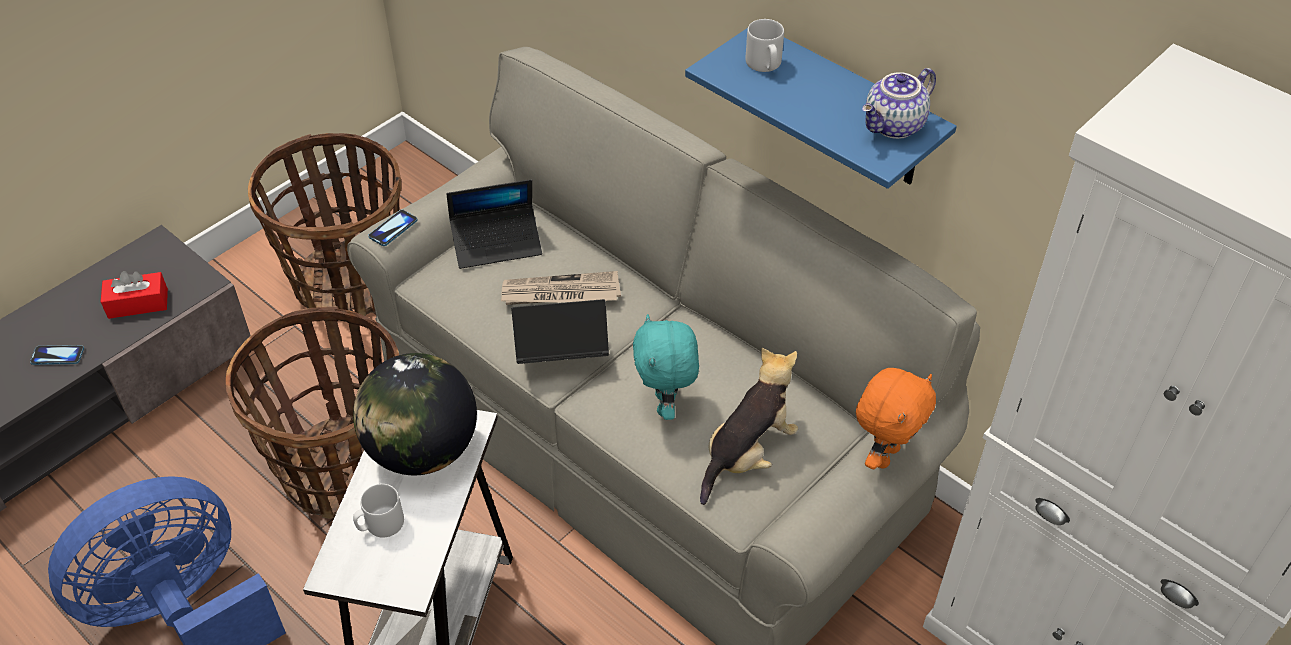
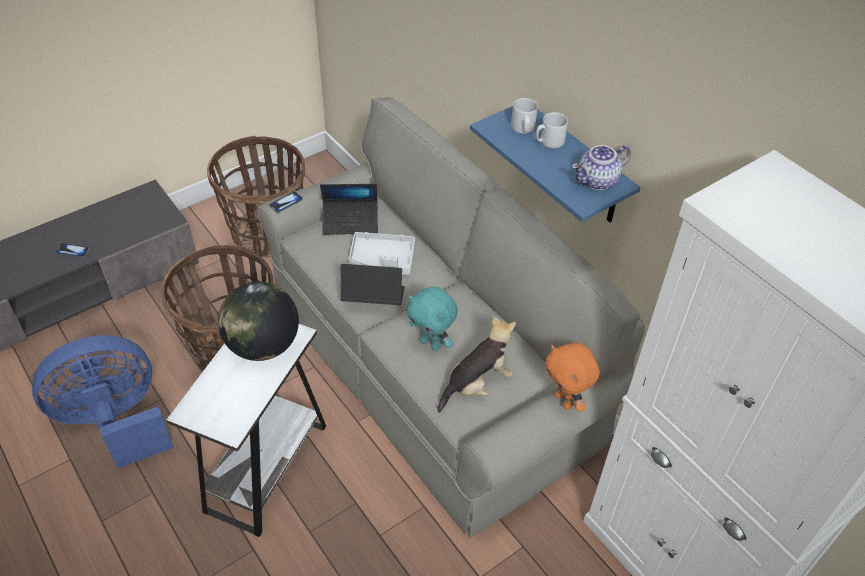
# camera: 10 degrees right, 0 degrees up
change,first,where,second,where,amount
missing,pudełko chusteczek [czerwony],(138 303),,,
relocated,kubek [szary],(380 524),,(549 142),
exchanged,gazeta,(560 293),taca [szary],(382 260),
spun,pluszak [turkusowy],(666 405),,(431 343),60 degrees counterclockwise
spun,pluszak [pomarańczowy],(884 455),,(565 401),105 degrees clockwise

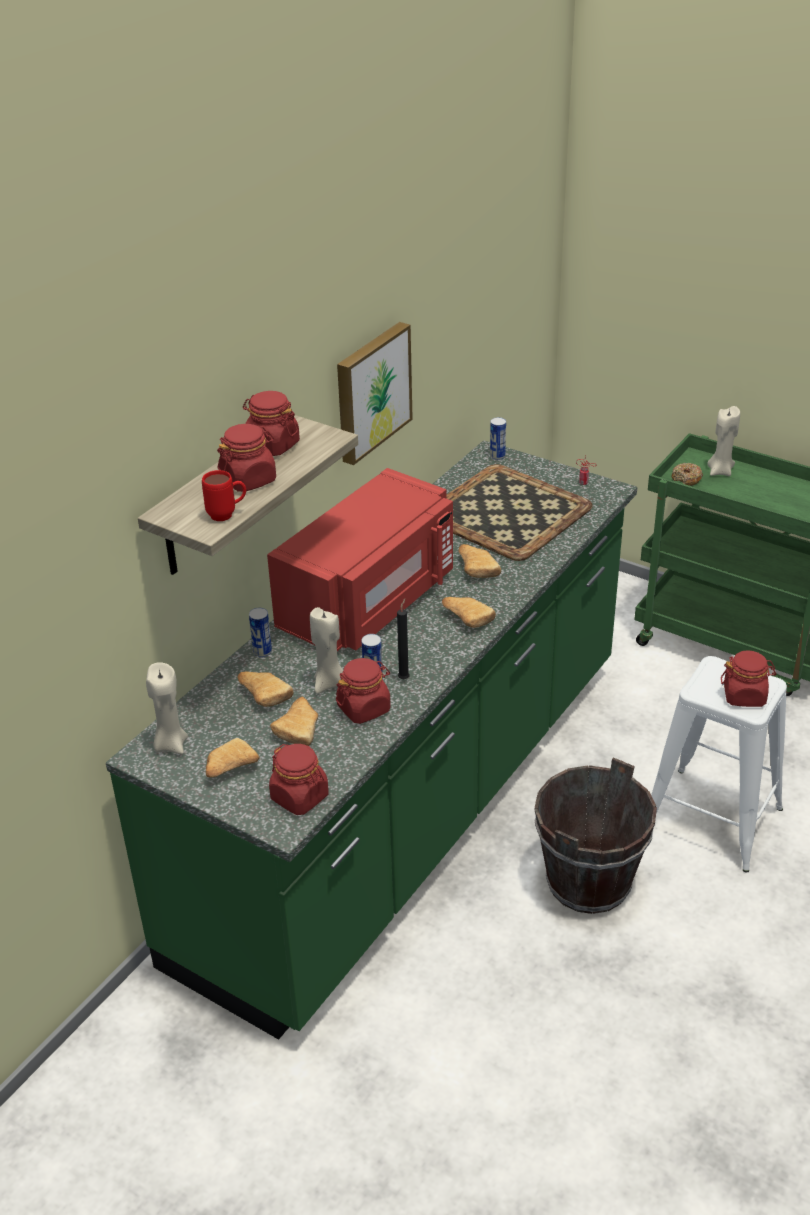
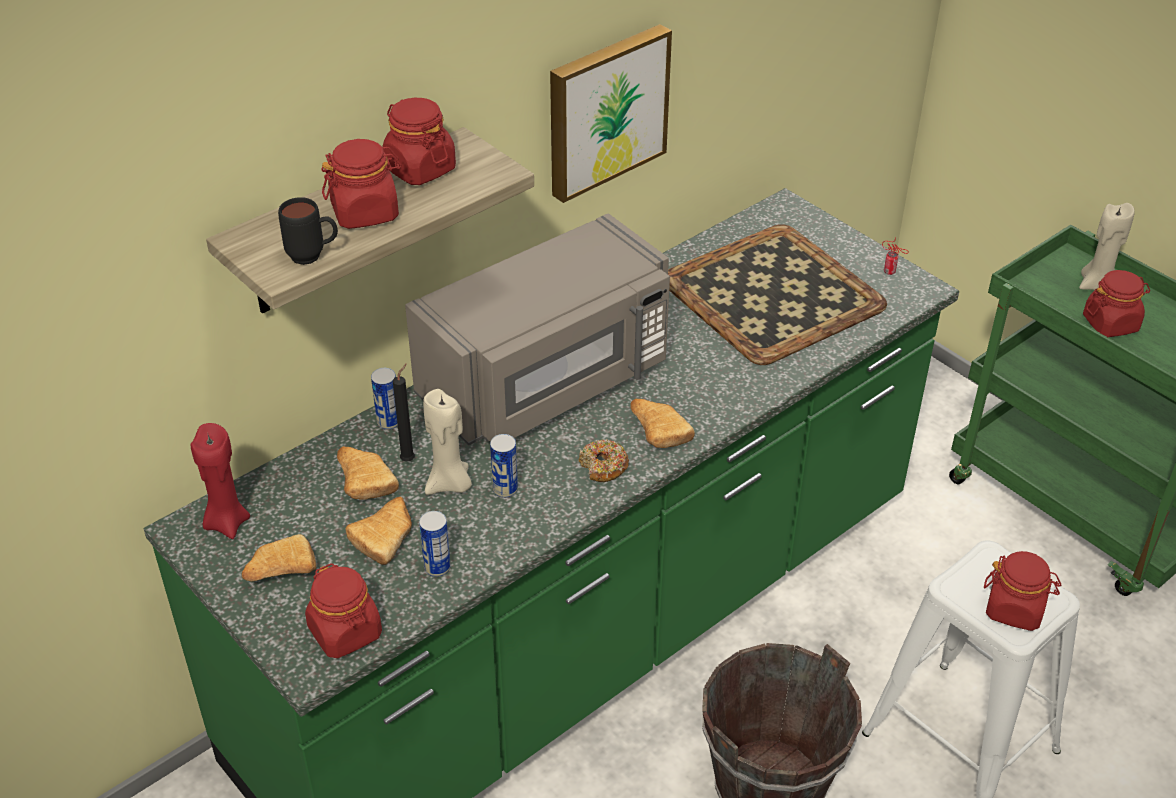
# camera: 15 degrees right, 5 degrees up
change,first,where,second,where,amount
missing,chleb,(476 568),,,
relocated,słoik [czerwony],(364 708),,(1110 323),
relocated,świeca [czarny],(404 678),,(409 459),
relocated,puszka,(497 456),,(437 567),
relocated,donut,(686 479),,(603 467),
colour,świeca [beżowy],(170 744),świeca [czerwony],(226 522),
colour,kubek [czerwony],(227 515),kubek [czarny],(313 257),
colour,mikrofalówka [czerwony],(370 601),mikrofalówka [szary],(548 381),

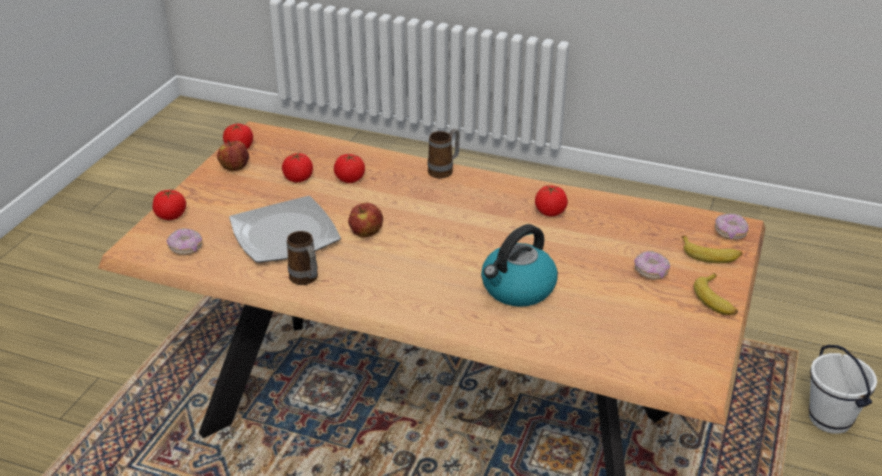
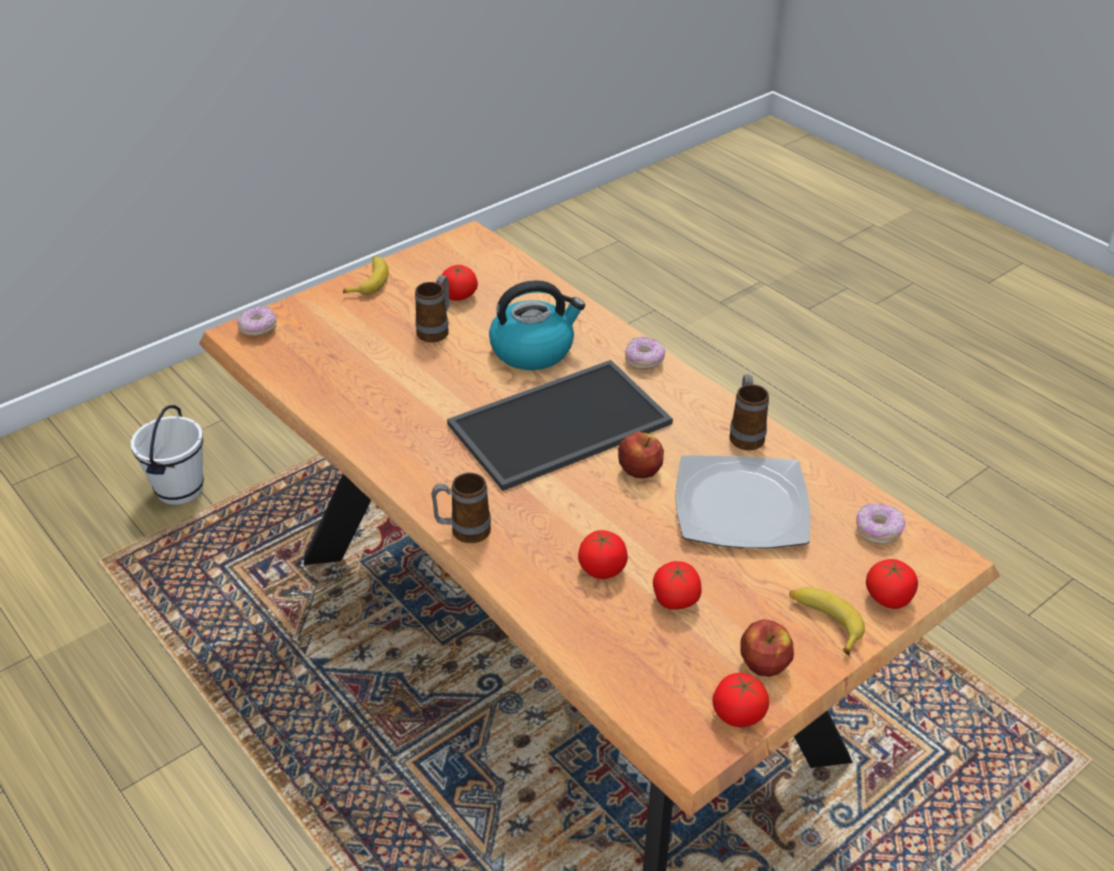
# camera: 150 degrees left, 5 degrees up
change,first,where,second,where,amount
appeared,,,kubek,(436 330),
appeared,,,taca,(559 426),
relocated,pomidor,(550 211),,(459 296),
relocated,donut,(651 272),,(644 361),
relocated,banan,(710 255),,(824 622),

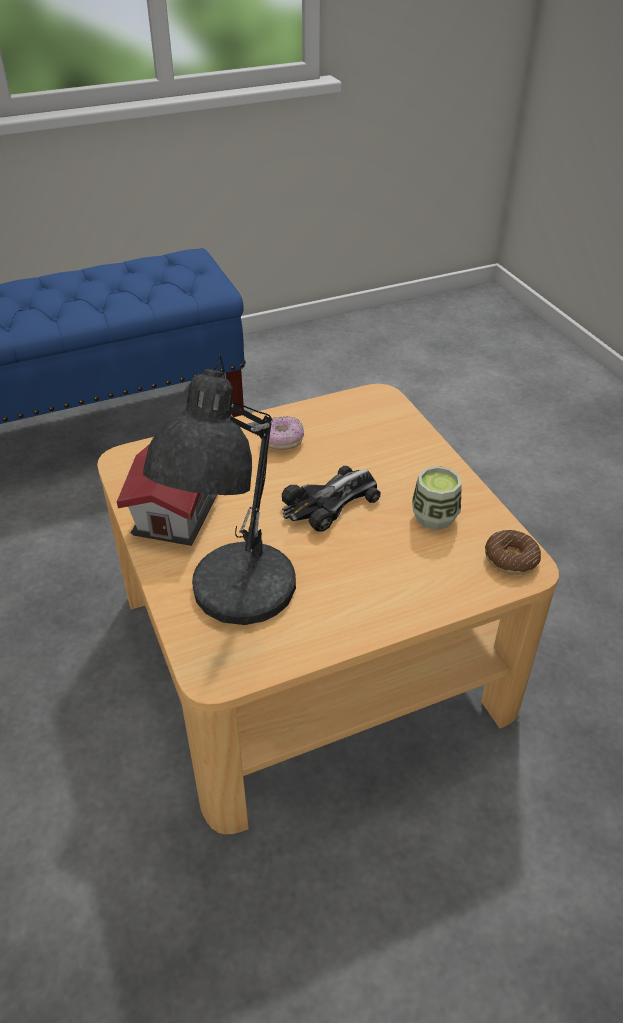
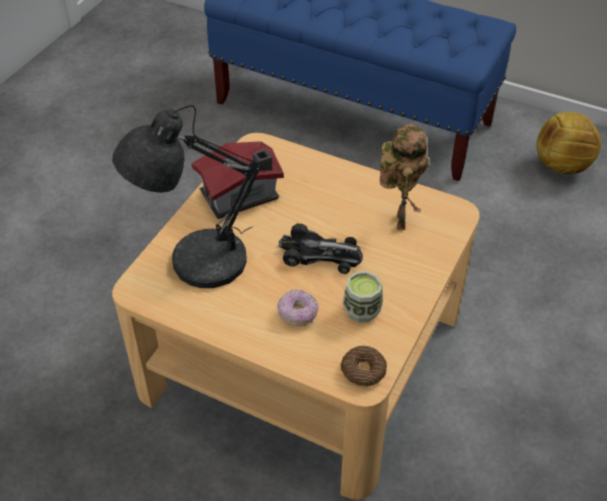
# camera: 50 degrees right, 5 degrees up
change,first,where,second,where,amount
appeared,,,robot zabawkowy,(398 219),
appeared,,,piłka futbolowa,(561 165),
relocated,donut,(282 441),,(298 314),

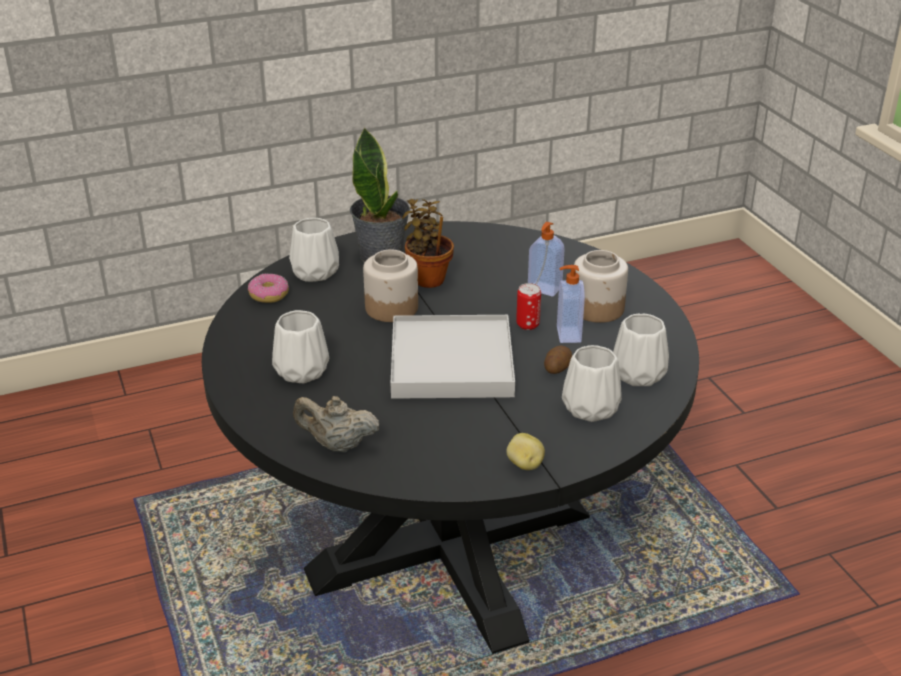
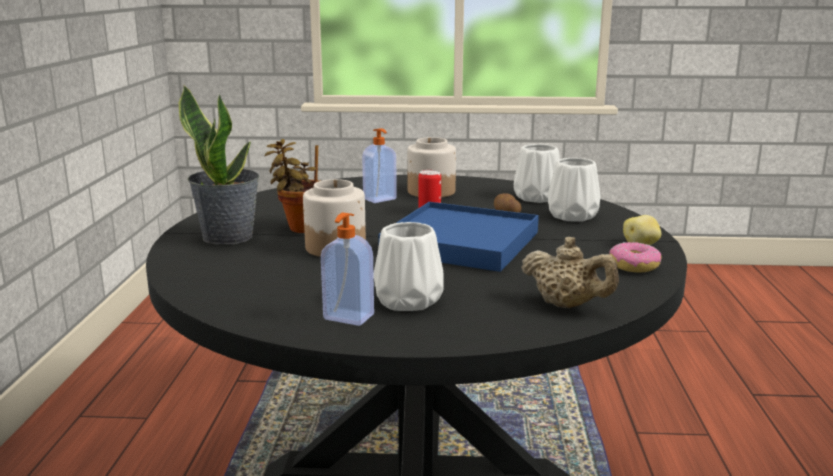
# camera: 65 degrees left, 15 degrees down
change,first,where,second,where,amount
missing,wazon [biały],(315 273),,,
relocated,donut,(268 295),,(633 266),
relocated,dozownik mydła,(567 334),,(348 317),
colour,taca [biały],(451 362),taca [niebieski],(460 242),
spun,imbryk [beżowy],(337 445),,(567 305),90 degrees counterclockwise

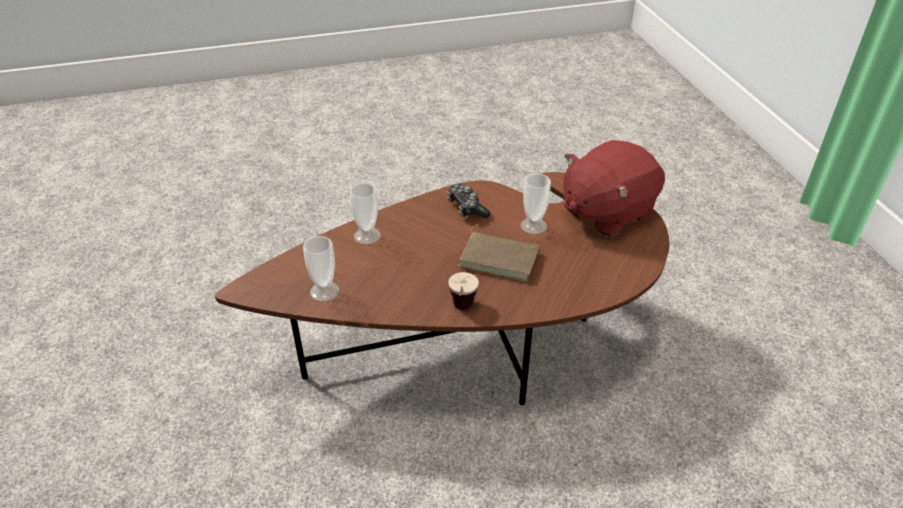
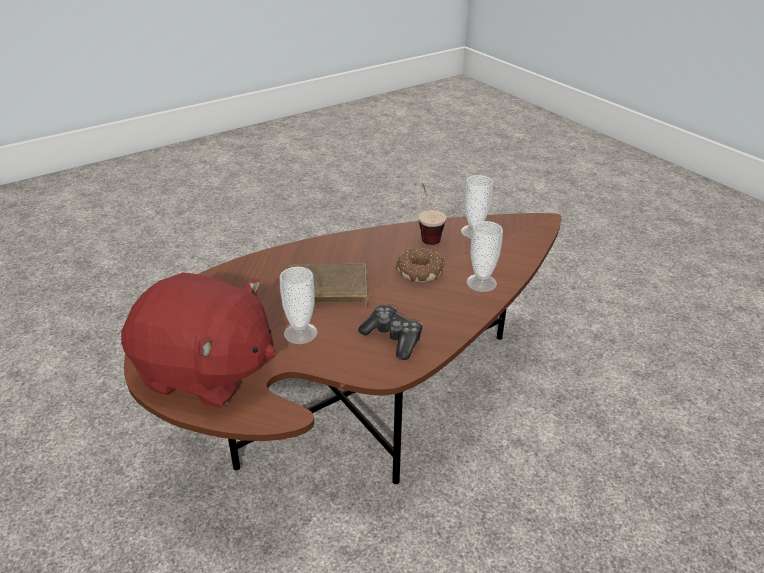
# camera: 160 degrees right, 5 degrees down
change,first,where,second,where,amount
appeared,,,donut,(419 271),
relocated,filiżanka,(462 312),,(427 234),
spun,pluszak [czerwony],(606 213),,(206 372),75 degrees clockwise

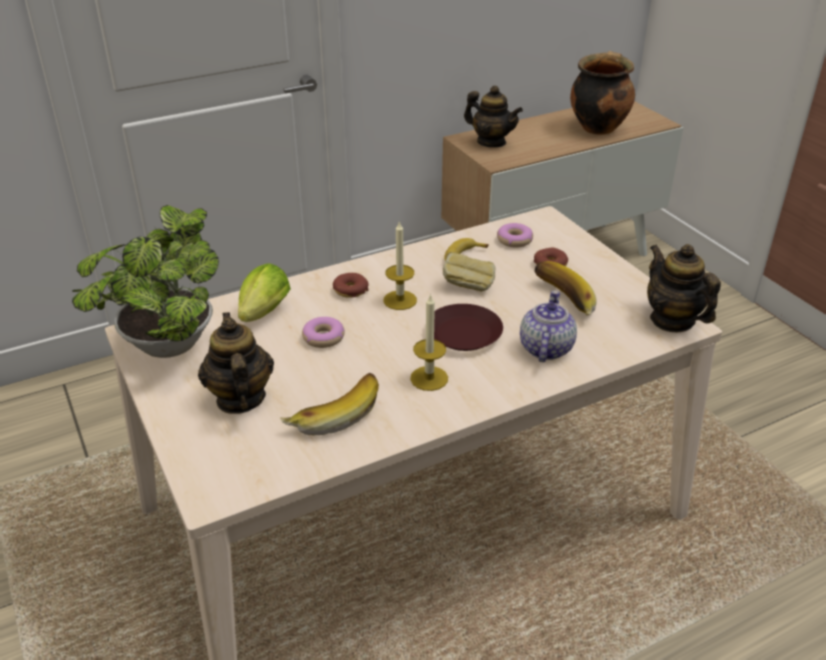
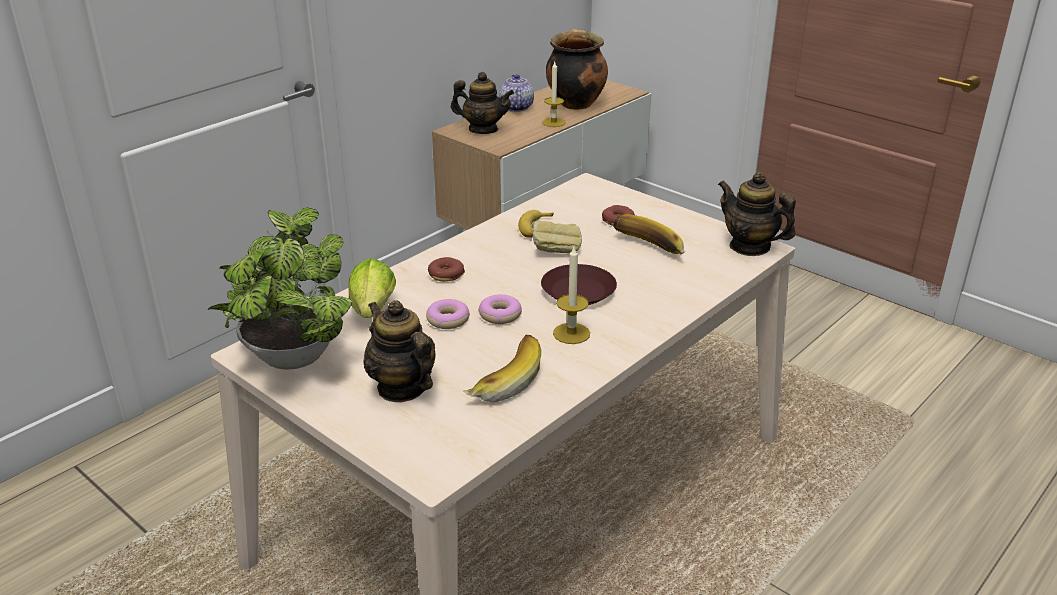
# camera: 20 degrees left, 5 degrees down
change,first,where,second,where,amount
relocated,świeca,(400 300),,(553 122),
relocated,donut,(514 240),,(500 315),
relocated,imbryk,(545 348),,(516 107),

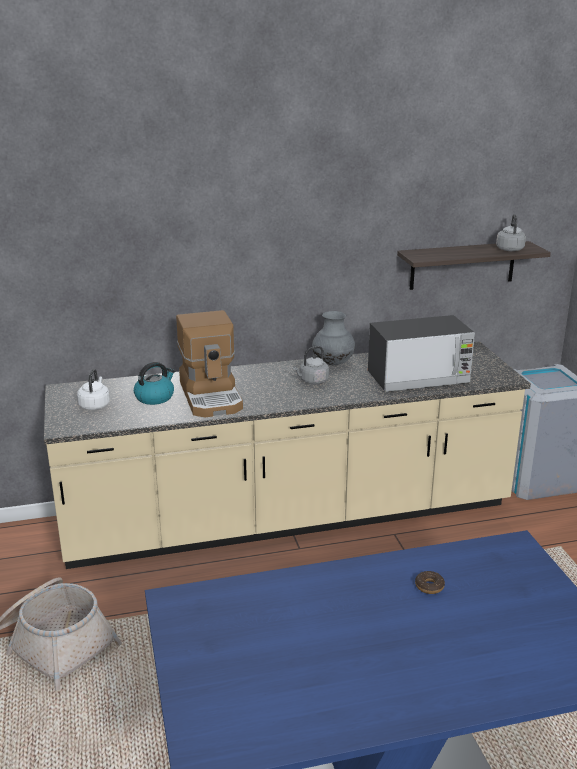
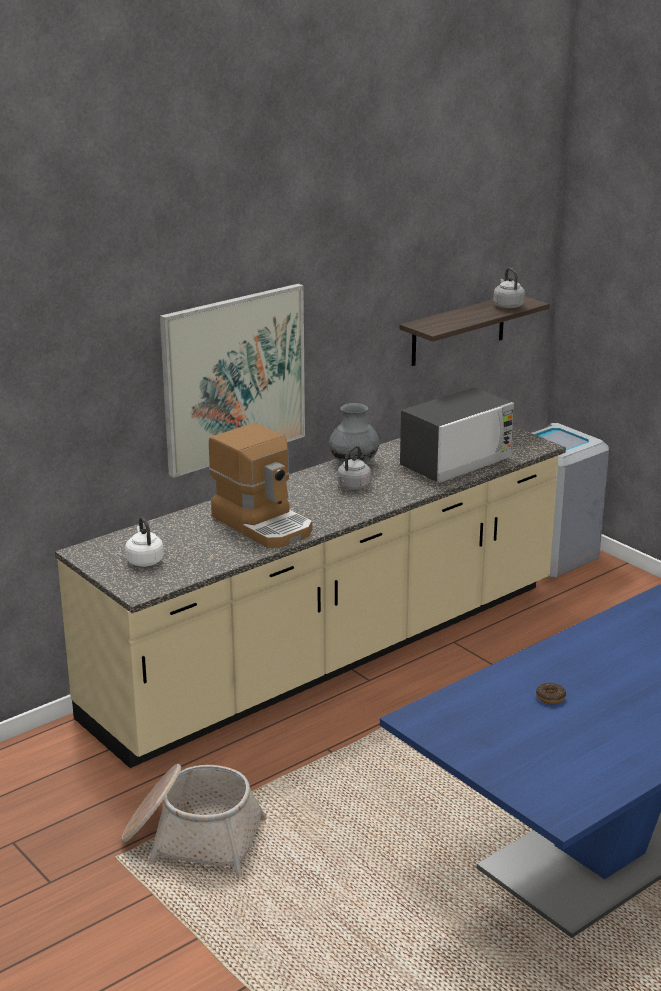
# camera: 25 degrees left, 0 degrees up
change,first,where,second,where,amount
missing,czajnik,(155 397),,,
appeared,,,obraz,(234 378),
relocated,donut,(429 586),,(550 697),

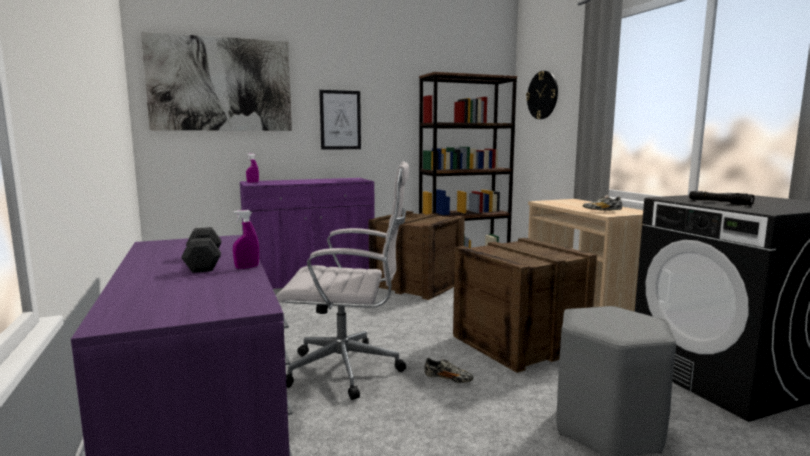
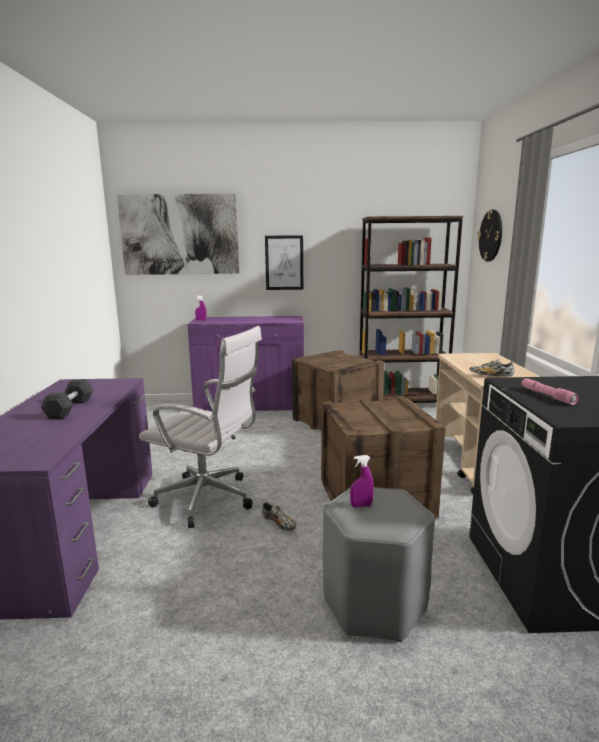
# camera: 20 degrees right, 5 degrees up
change,first,where,second,where,amount
relocated,spryskiwacz [fioletowy],(247 267),,(361 505),
colour,latarka [czarny],(719 202),latarka [różowy],(547 396),

